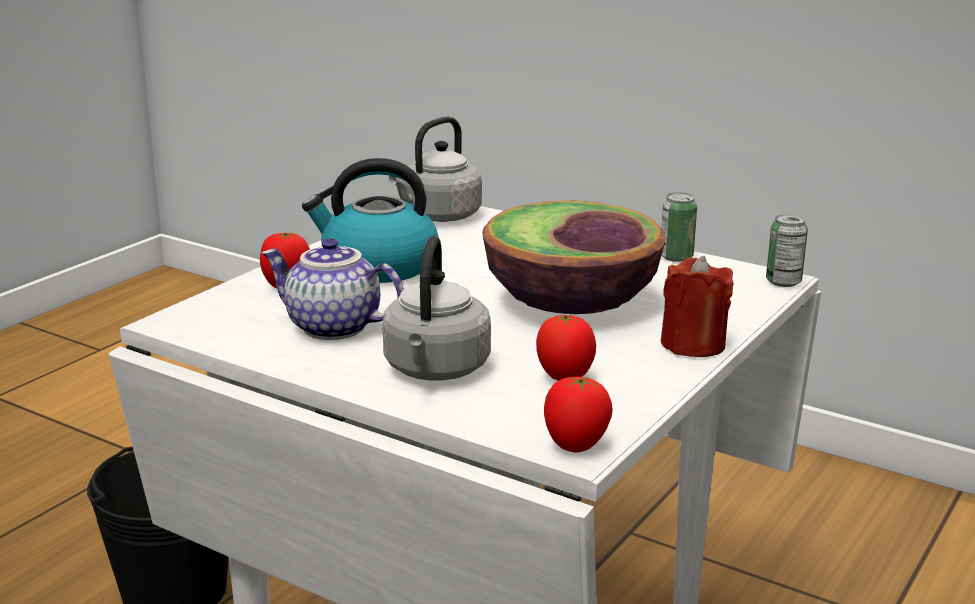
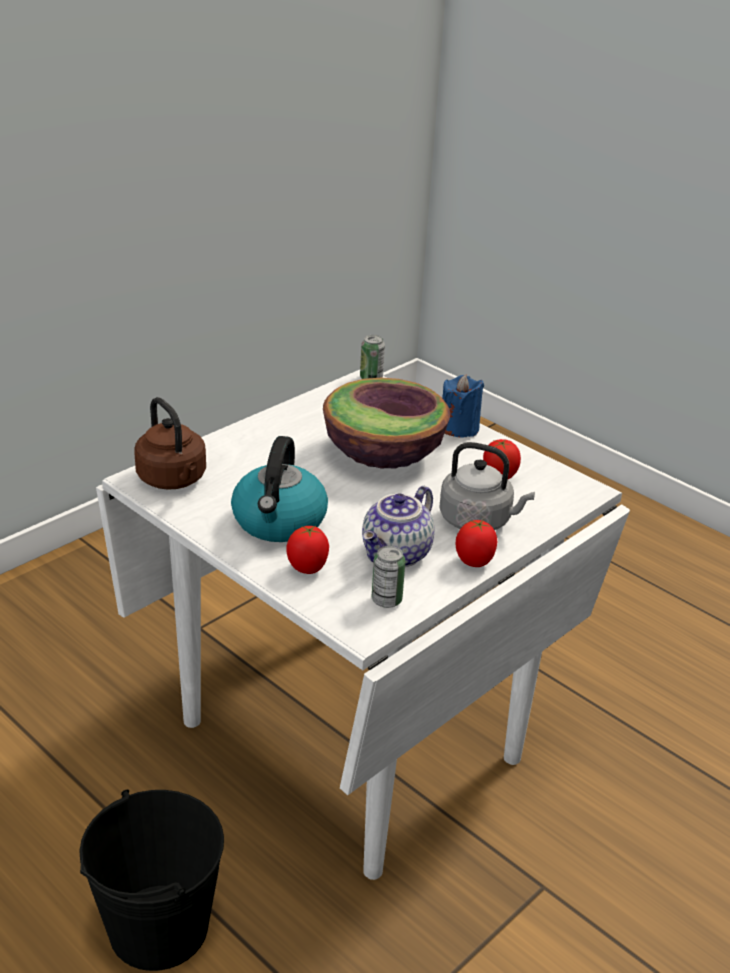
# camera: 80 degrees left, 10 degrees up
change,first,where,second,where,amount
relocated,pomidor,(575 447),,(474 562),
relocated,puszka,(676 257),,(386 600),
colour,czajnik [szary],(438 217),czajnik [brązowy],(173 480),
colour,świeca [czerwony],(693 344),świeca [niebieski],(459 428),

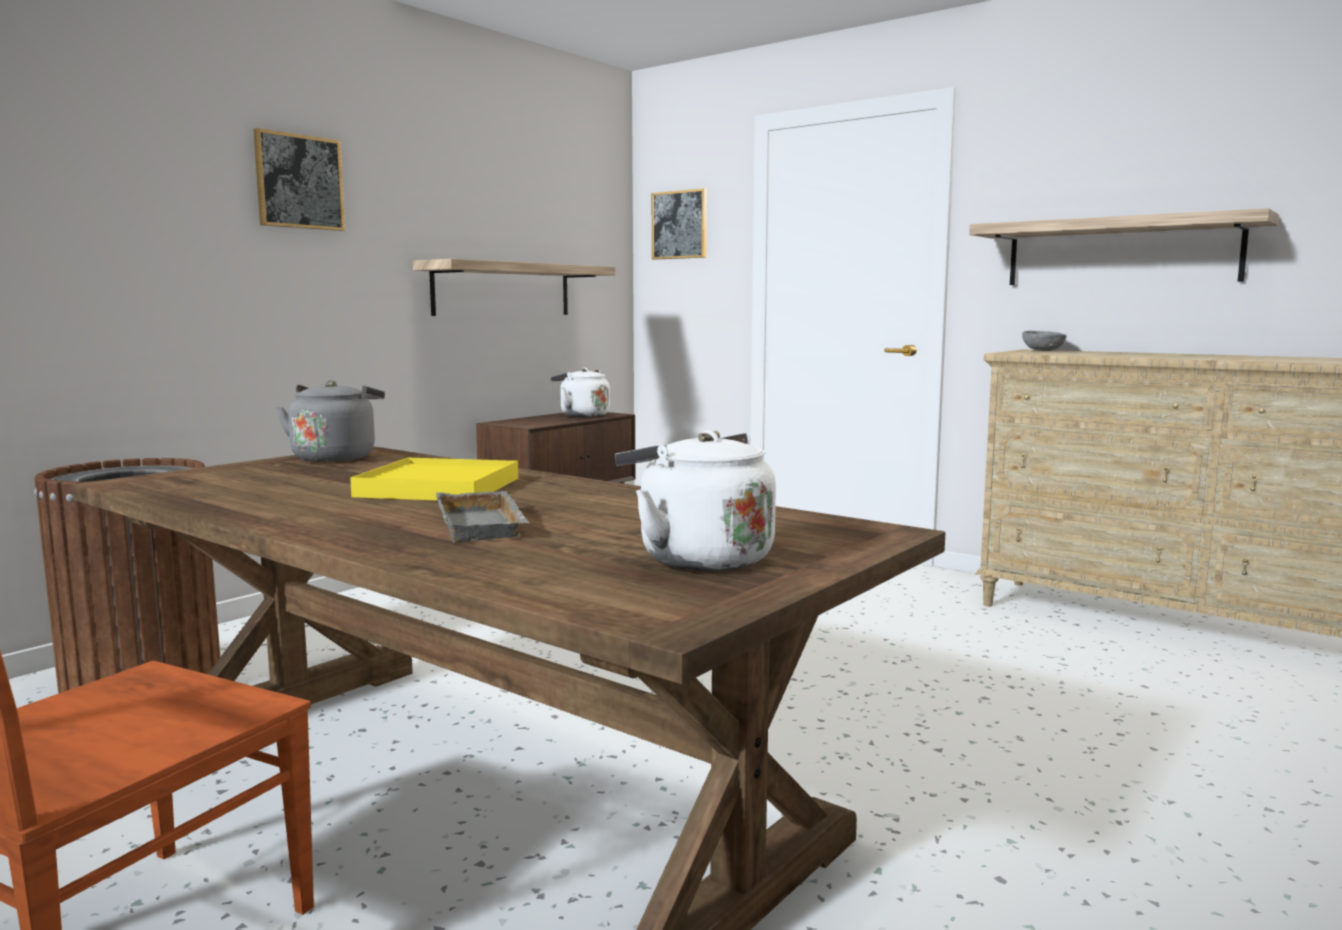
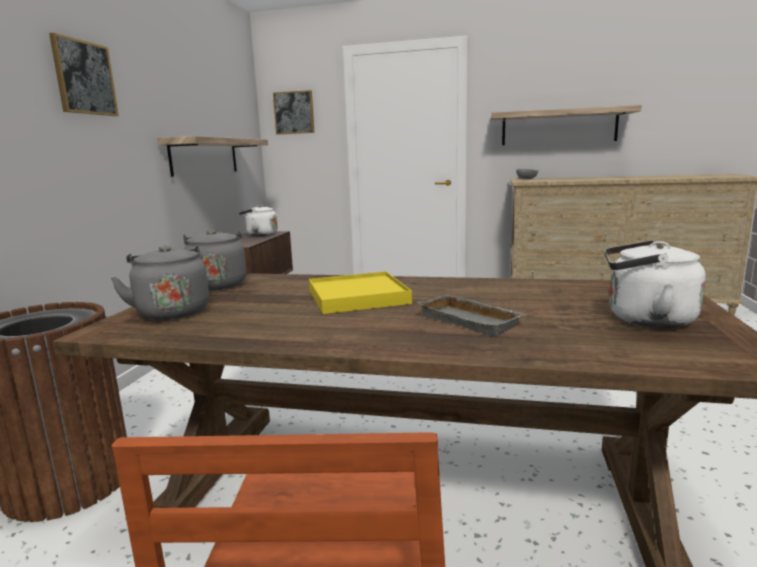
# camera: 25 degrees left, 5 degrees up
change,first,where,second,where,amount
appeared,,,czajnik [szary],(172 311),

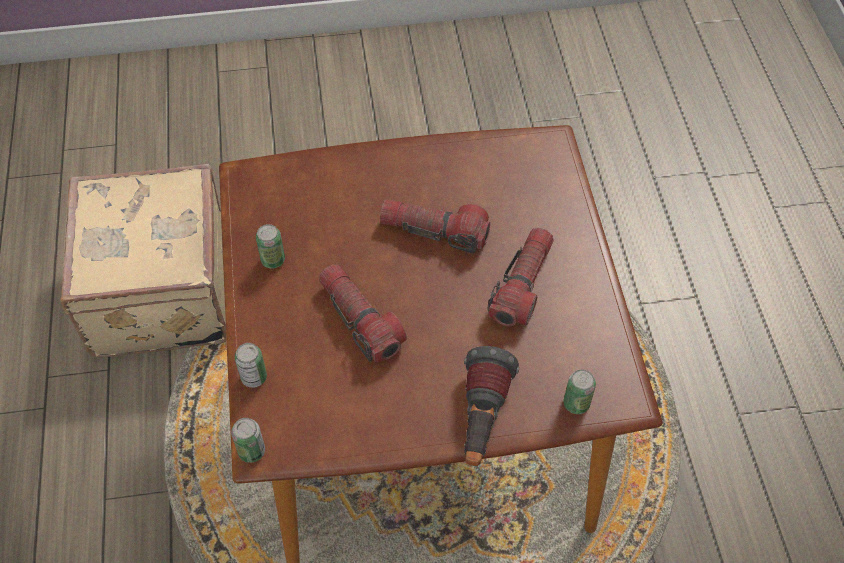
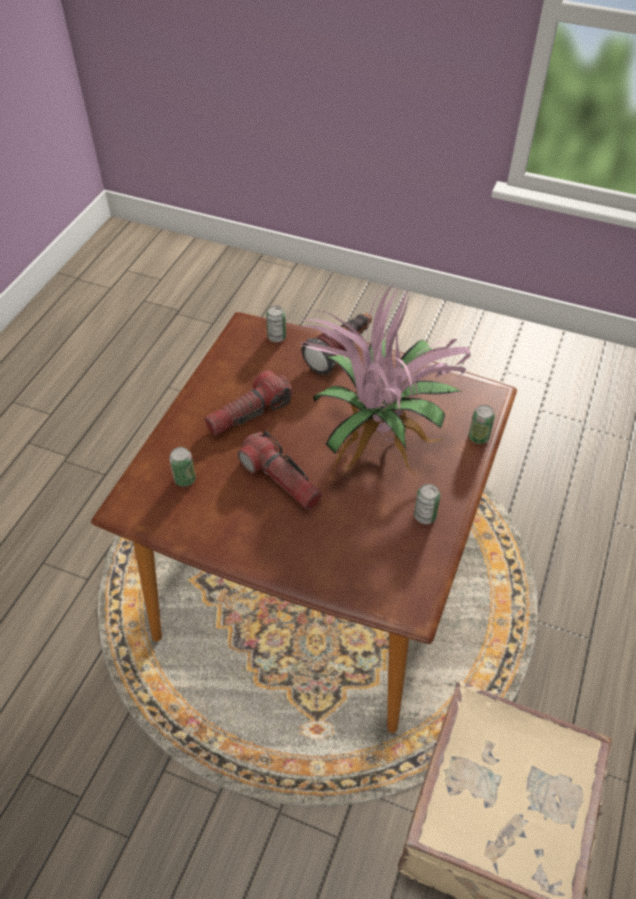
# camera: 150 degrees left, 5 degrees down
change,first,where,second,where,amount
relocated,puszka,(251 451),,(185 479),
exchanged,latarka,(360 320),roślina doniczkowa,(381 441),

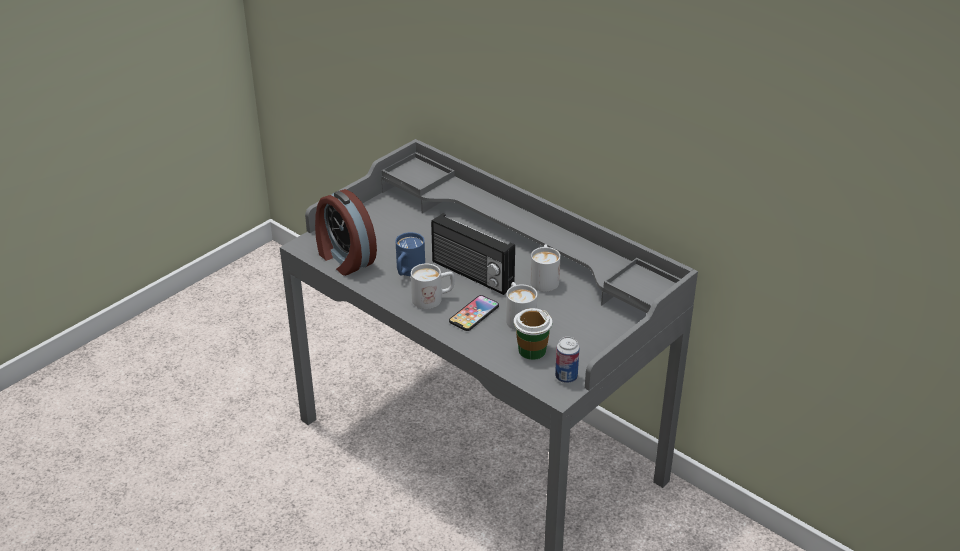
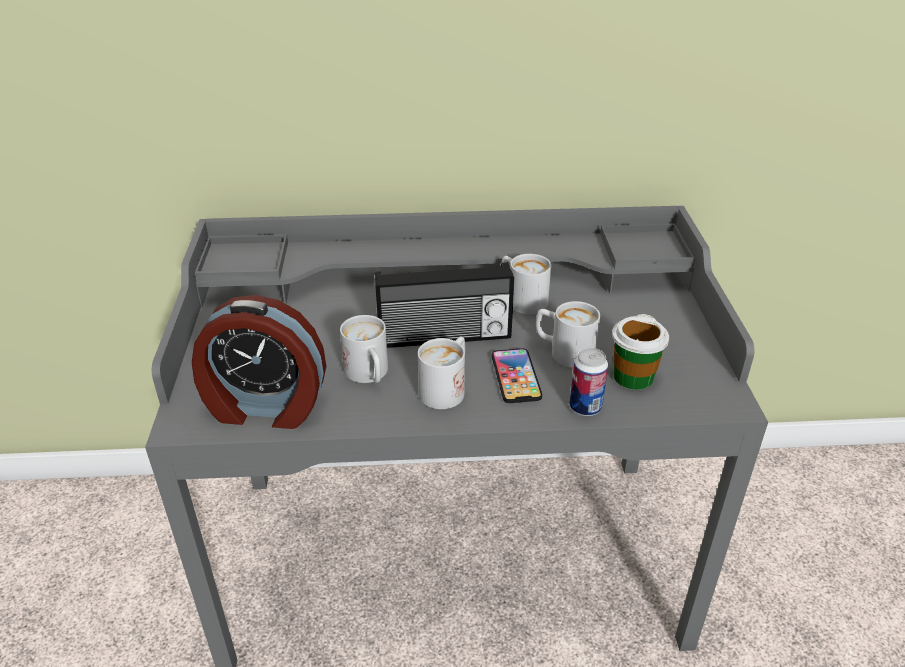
# camera: 45 degrees left, 0 degrees up
change,first,where,second,where,amount
relocated,puszka,(566 377),,(585 407),
colour,kubek [niebieski],(408 271),kubek [biały],(369 375),

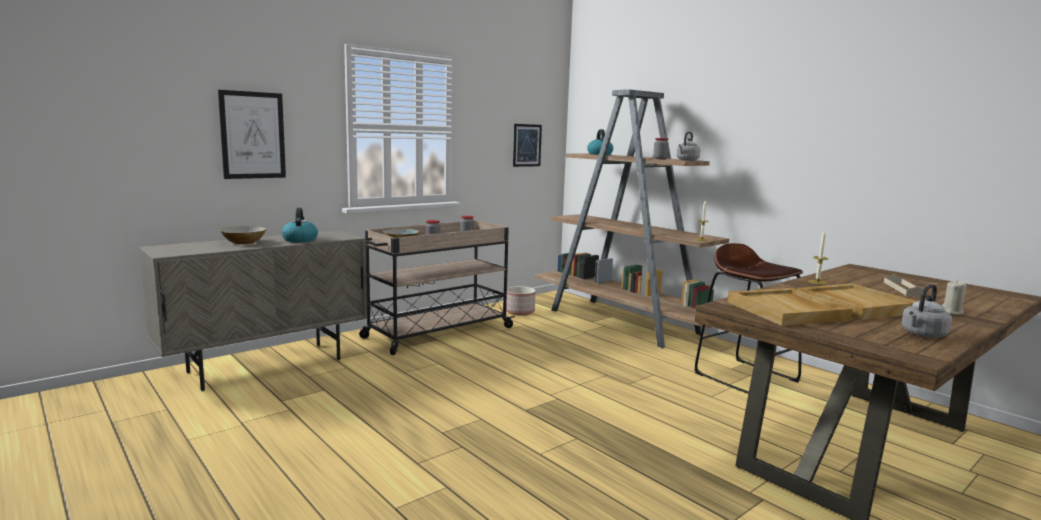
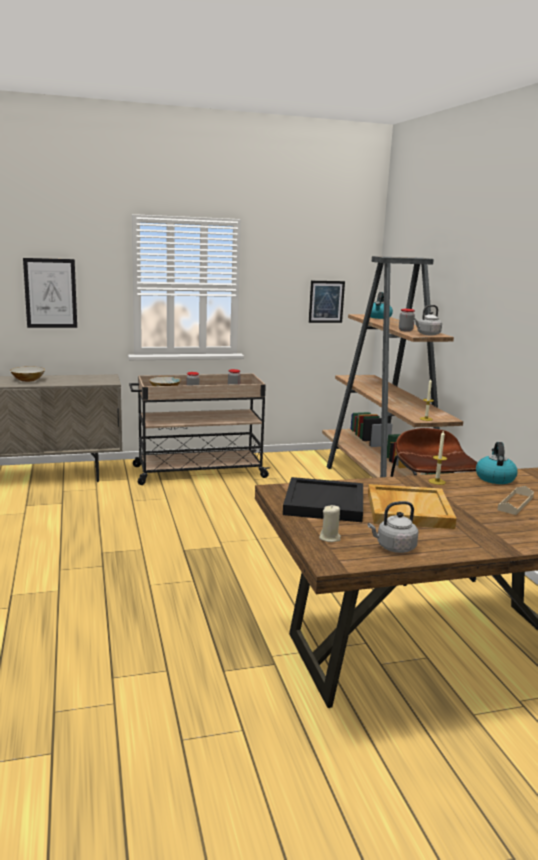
# camera: 25 degrees right, 5 degrees up
change,first,where,second,where,amount
missing,donica,(519 312),,,
relocated,czajnik,(300 240),,(494 478),
relocated,świeca [beżowy],(951 312),,(330 538),
colour,taca [beżowy],(787 311),taca [czarny],(325 503),

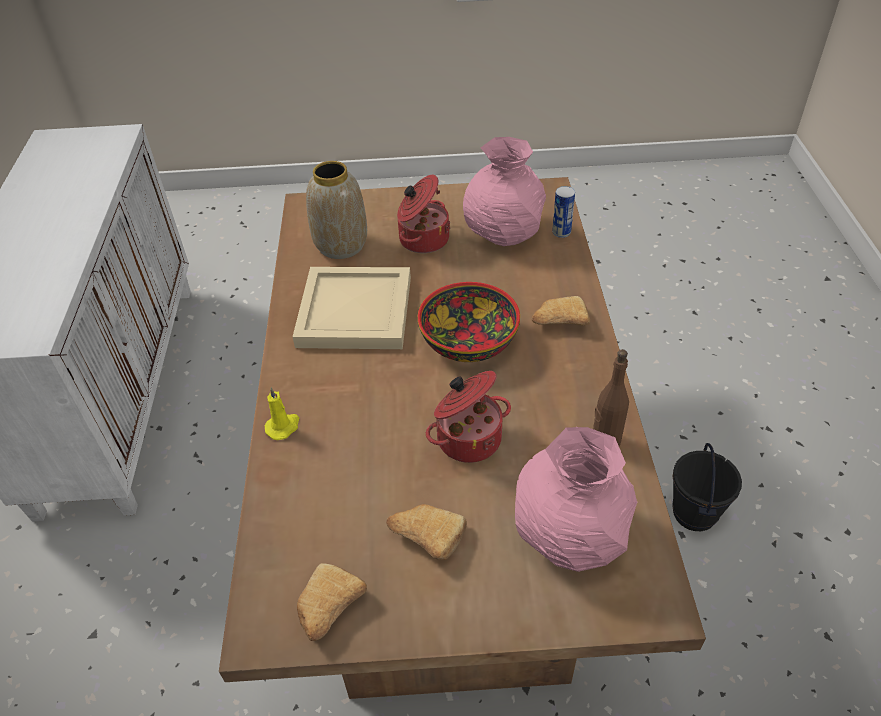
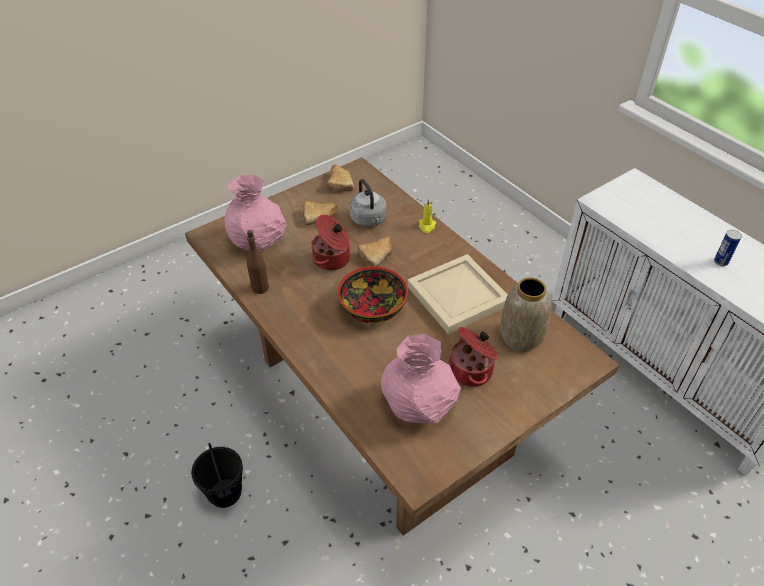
# camera: 145 degrees right, 0 degrees up
change,first,where,second,where,amount
appeared,,,czajnik [szary],(369 220),
relocated,chleb,(558 322),,(378 255),
relocated,puszka,(561 232),,(721 262),

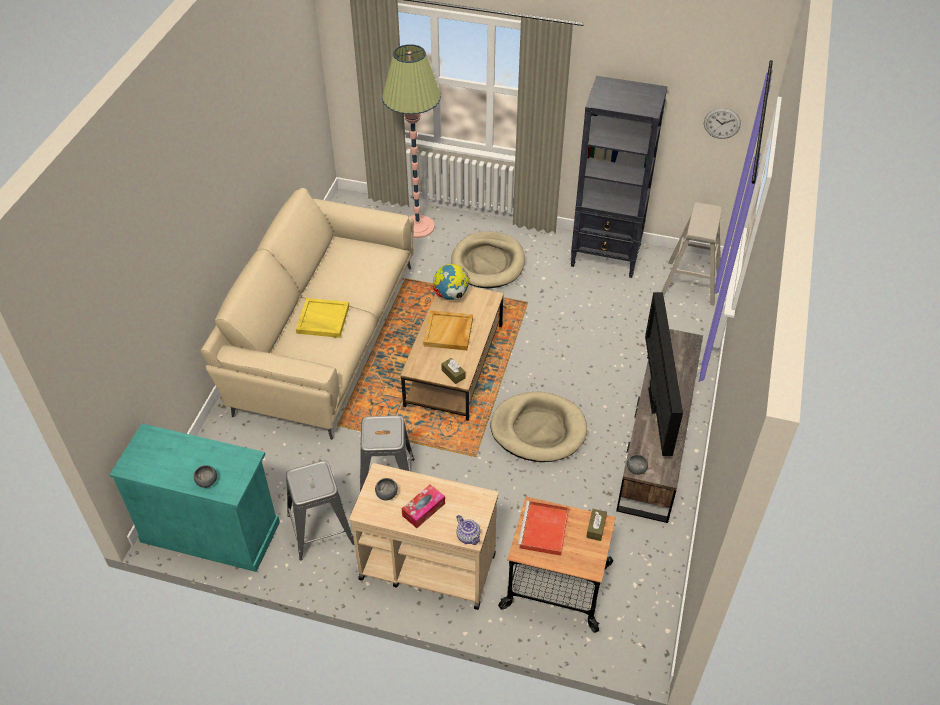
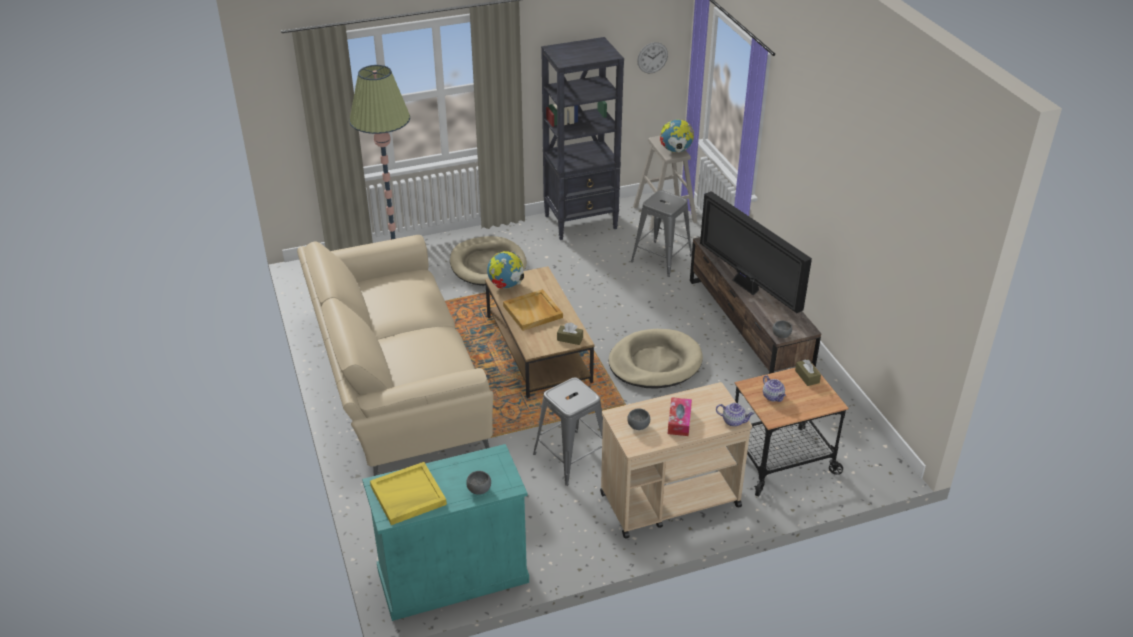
# camera: 35 degrees left, 10 degrees down
change,first,where,second,where,amount
appeared,,,globus,(676 151),
relocated,stołek [szary],(320 529),,(661 259),
relocated,taca [żółty],(322 320),,(408 496),
exchanged,taca [czerwony],(544 530),imbryk,(773 397),

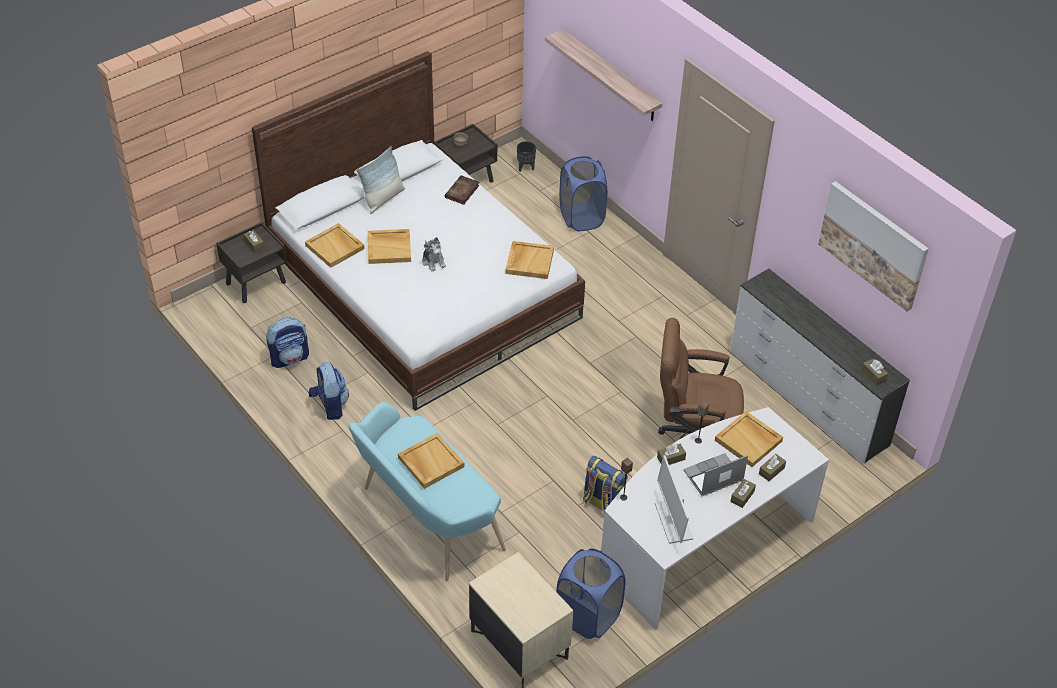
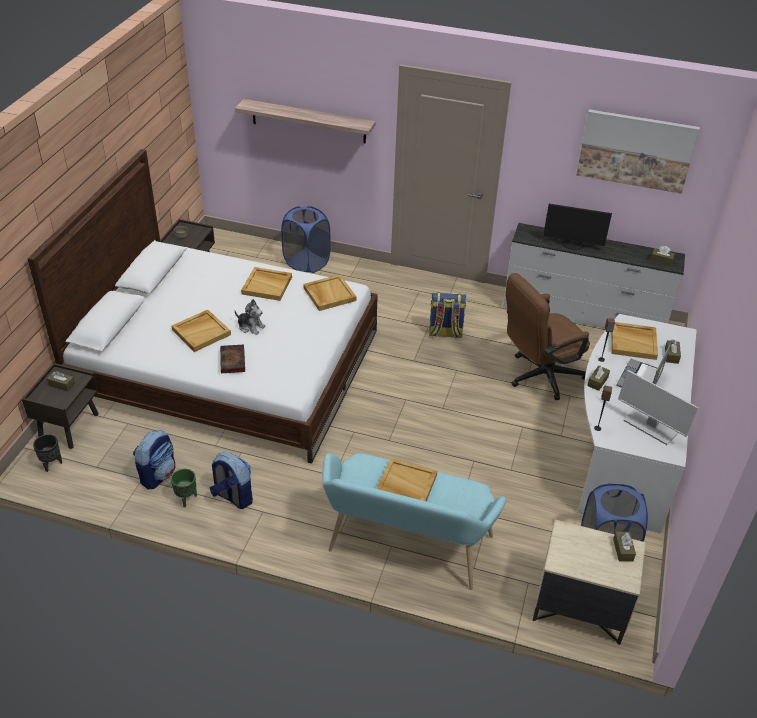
# camera: 35 degrees left, 5 degrees down
change,first,where,second,where,amount
missing,poduszka,(383 199),,,
appeared,,,donica [zielony],(186 499),
appeared,,,monitor,(572 244),
relocated,taca [beżowy],(335 247),,(267 285),
relocated,książka,(462 192),,(233 361),
relocated,donica [czarny],(525 167),,(51 464),
relocated,plecak,(603 504),,(445 333),
relocated,pudełko chusteczek [brązowy],(742 496),,(623 550),

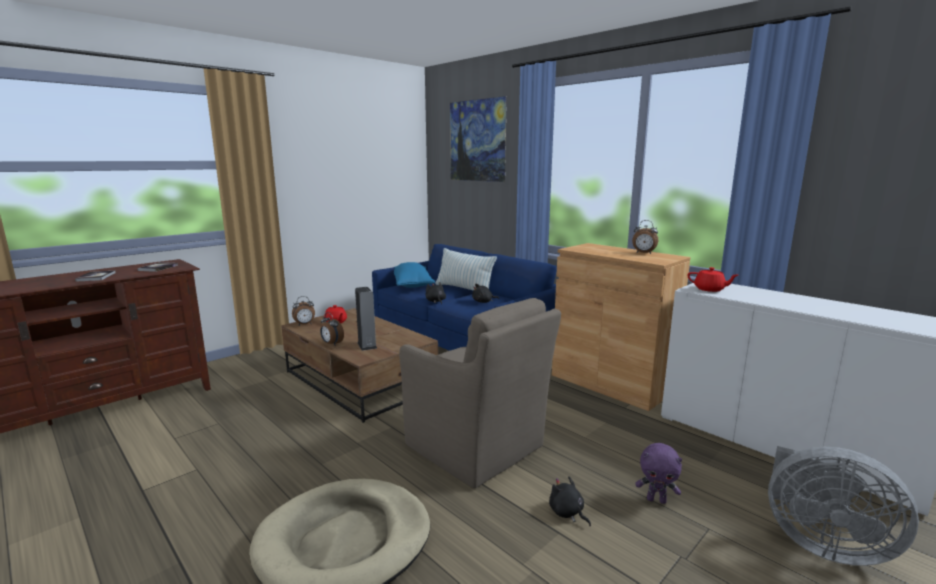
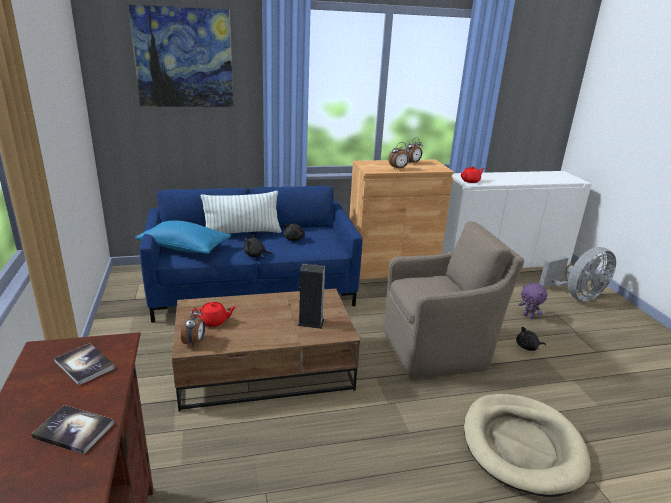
# camera: 60 degrees left, 10 degrees up
change,first,where,second,where,amount
relocated,budzik,(331 344),,(398 168),
spun,pluszak [fioletowy],(656 500),,(529 316),90 degrees clockwise

